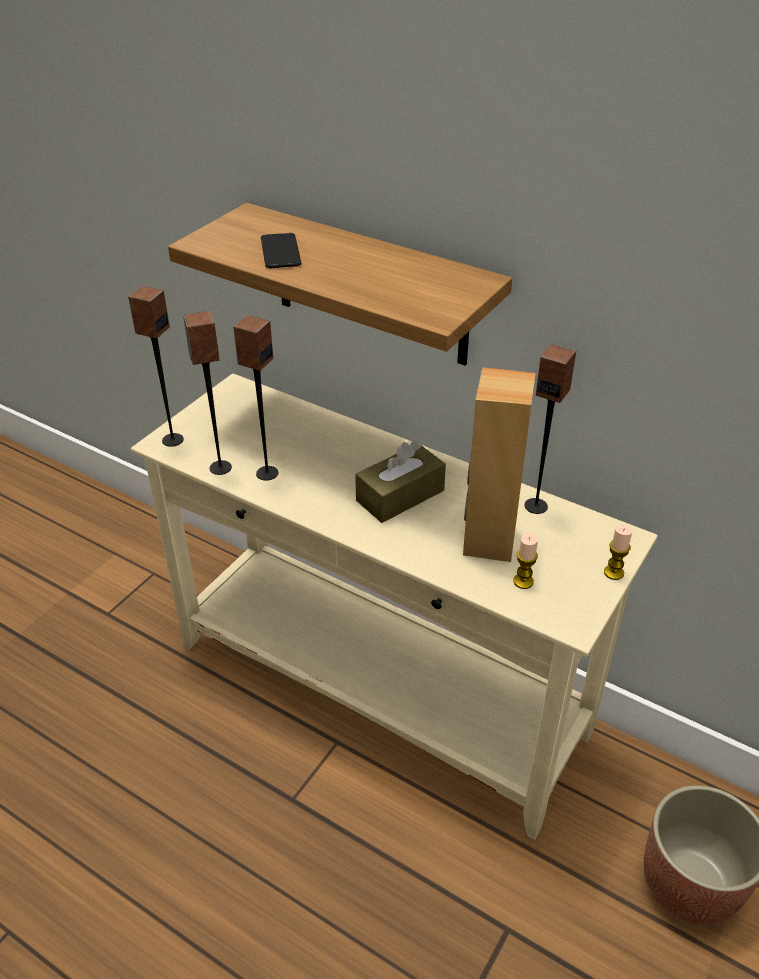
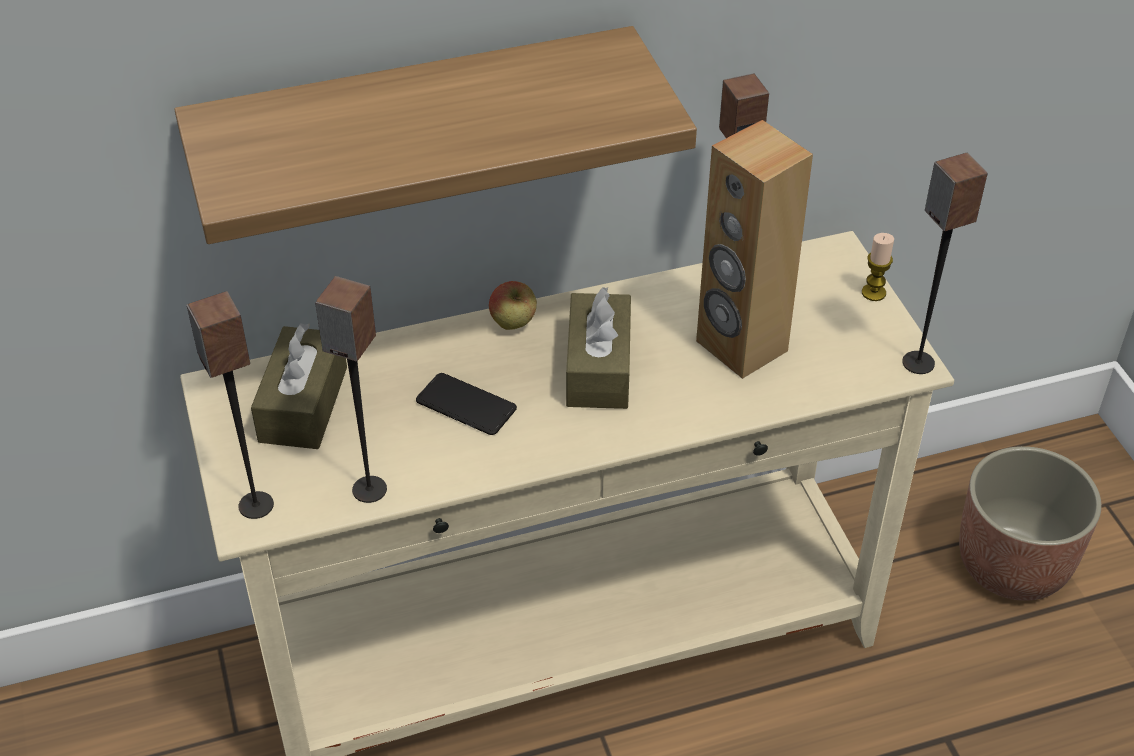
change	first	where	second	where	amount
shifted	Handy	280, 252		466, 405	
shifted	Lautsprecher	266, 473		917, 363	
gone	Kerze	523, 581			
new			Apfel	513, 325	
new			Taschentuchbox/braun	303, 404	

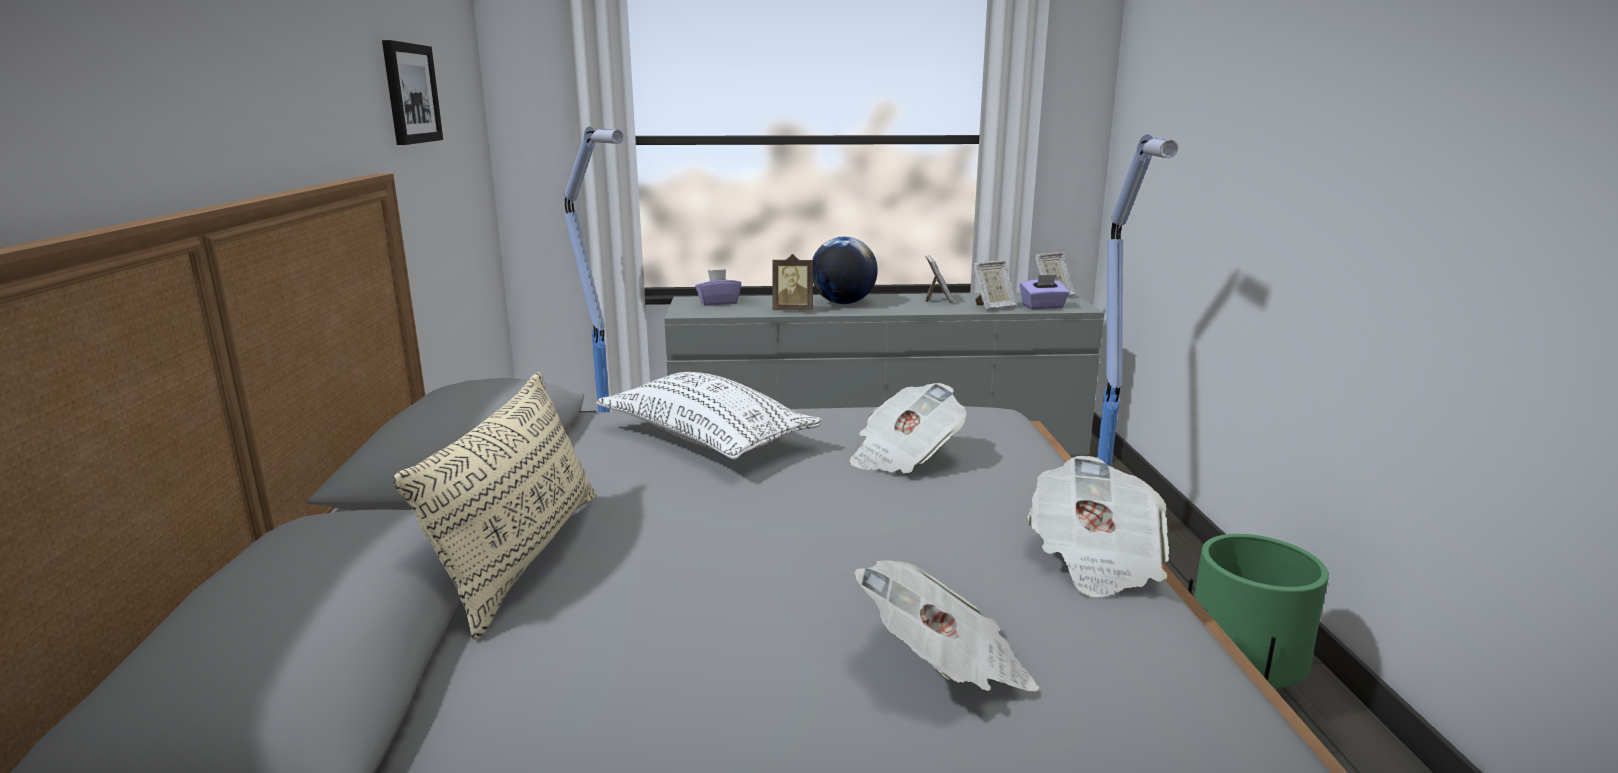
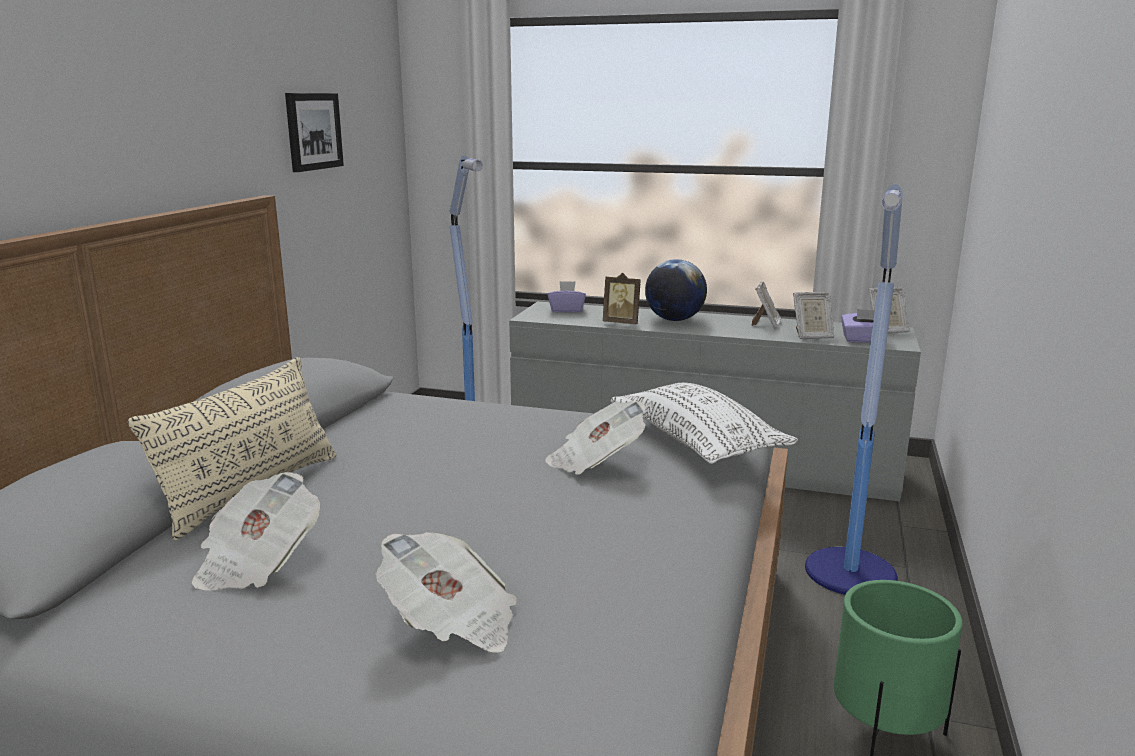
change	first	where	second	where	amount
shifted	Kissen/weiß	707, 438		697, 442	
shifted	Zeitung	1095, 560		257, 562	

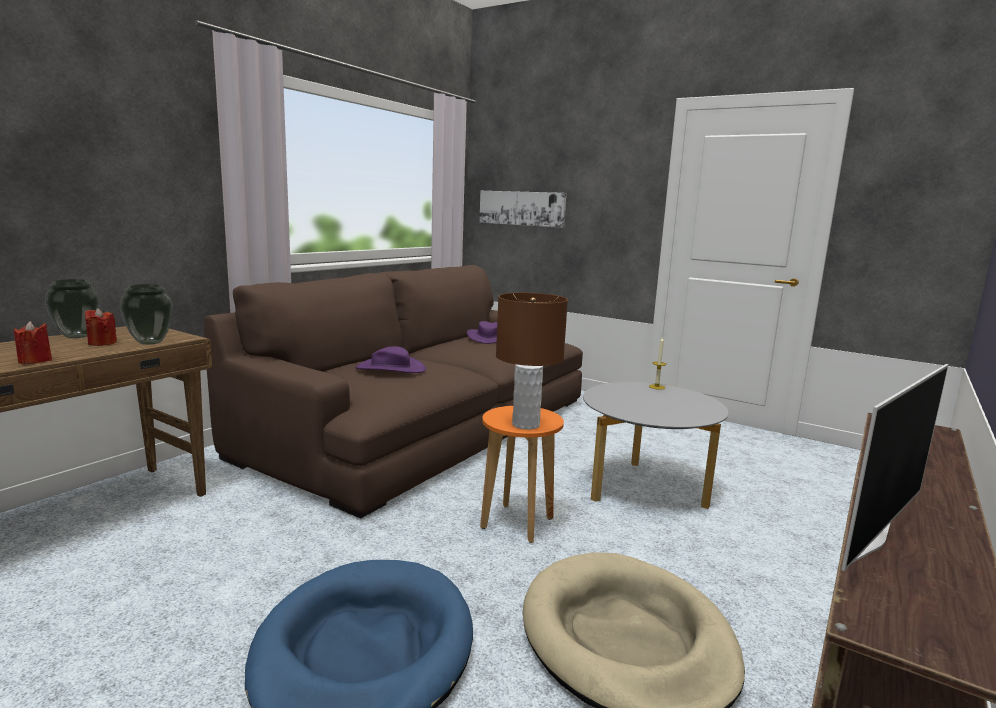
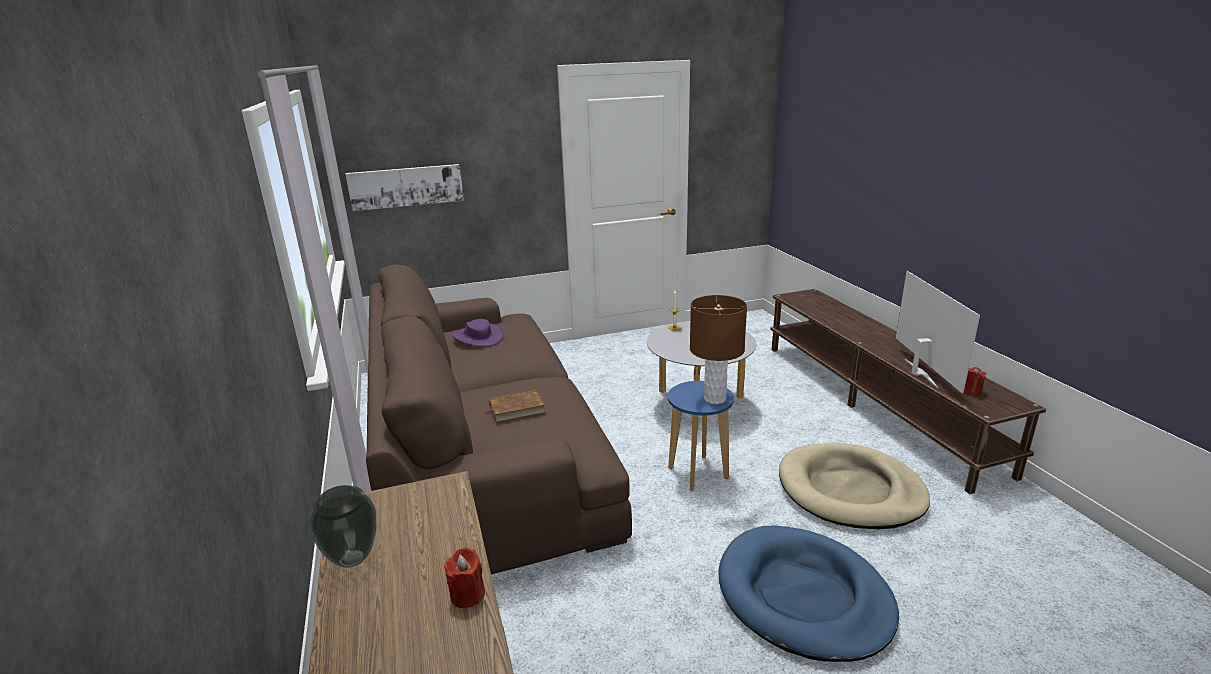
change	first	where	second	where	amount
gone	Vase	150, 342			
shifted	Kerze/rot	102, 343		971, 391	
swapped	Hut/lila	390, 368	Buch/braun	516, 409	
repainted	Hocker/orange	517, 523	Hocker/blau	698, 473	

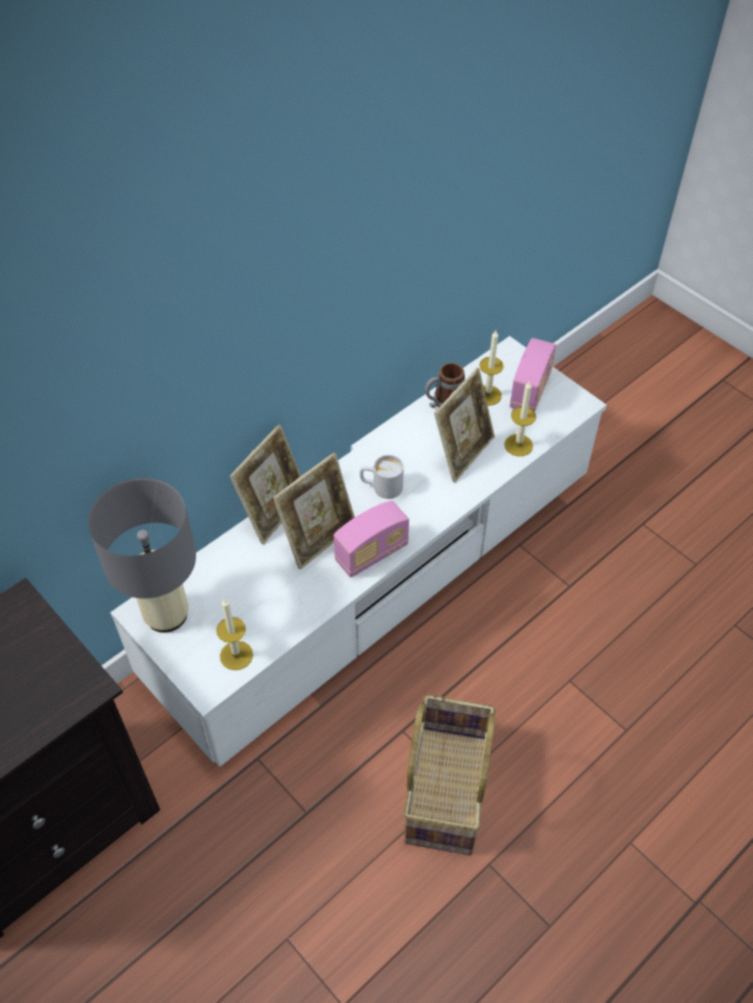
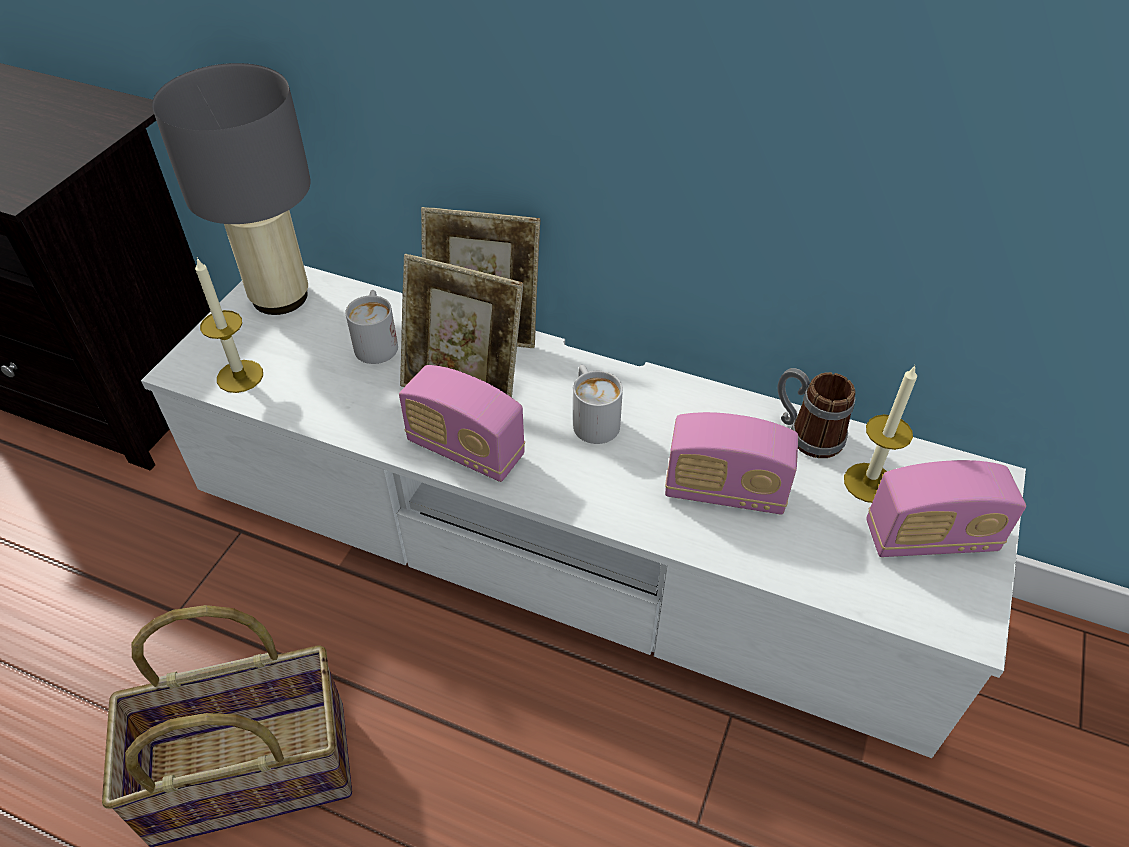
change	first	where	second	where	amount
swapped	Bilderrahmen	463, 452	Radio	724, 491	
gone	Kerze	518, 445			
new			Henkelbecher/weiß	377, 342	

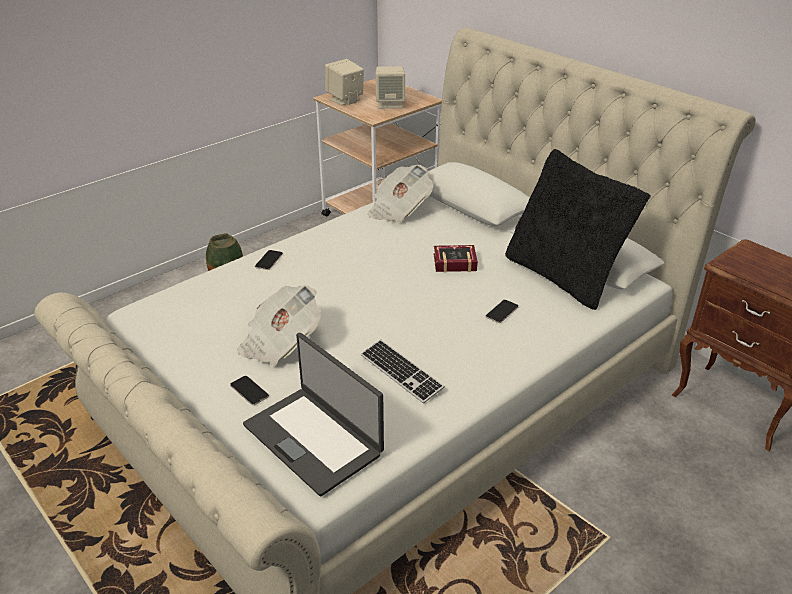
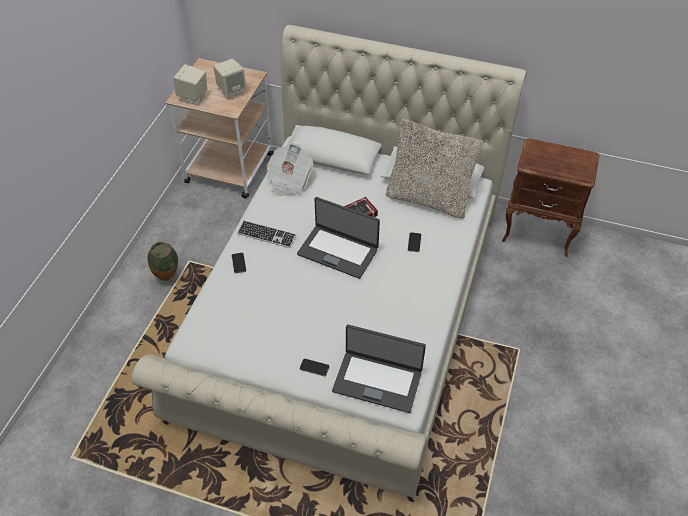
change	first	where	second	where	amount
repainted	Kissen/schwarz	564, 274	Kissen/beige	429, 196	
gone	Zeitung	280, 343			
shifted	Tastatur	401, 372		266, 235	
new			Laptop	338, 251	

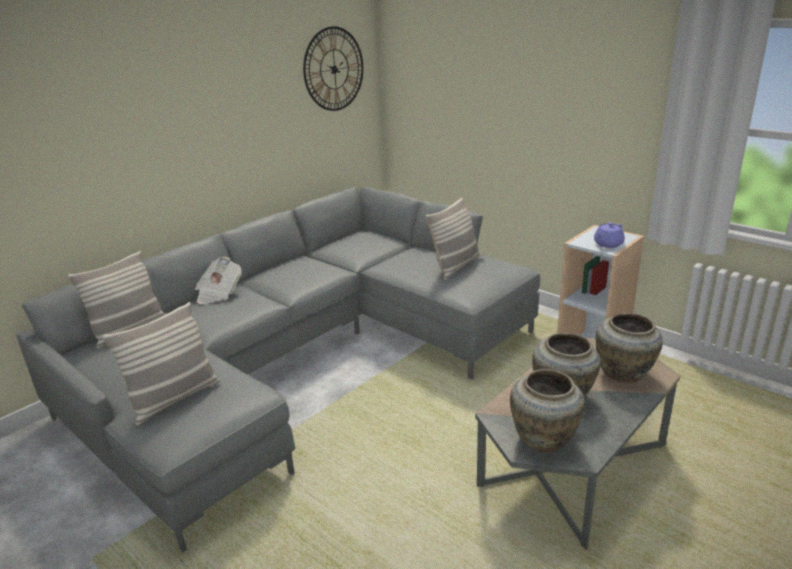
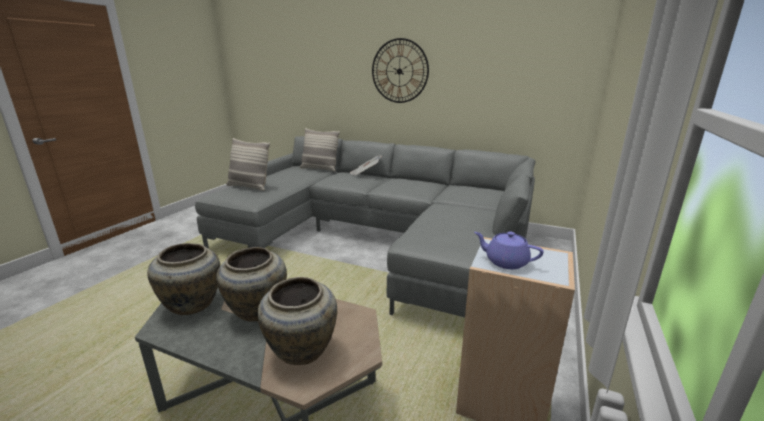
change	first	where	second	where	amount
shifted	Wanduhr	334, 69		399, 71	
gone	Kissen	455, 266			

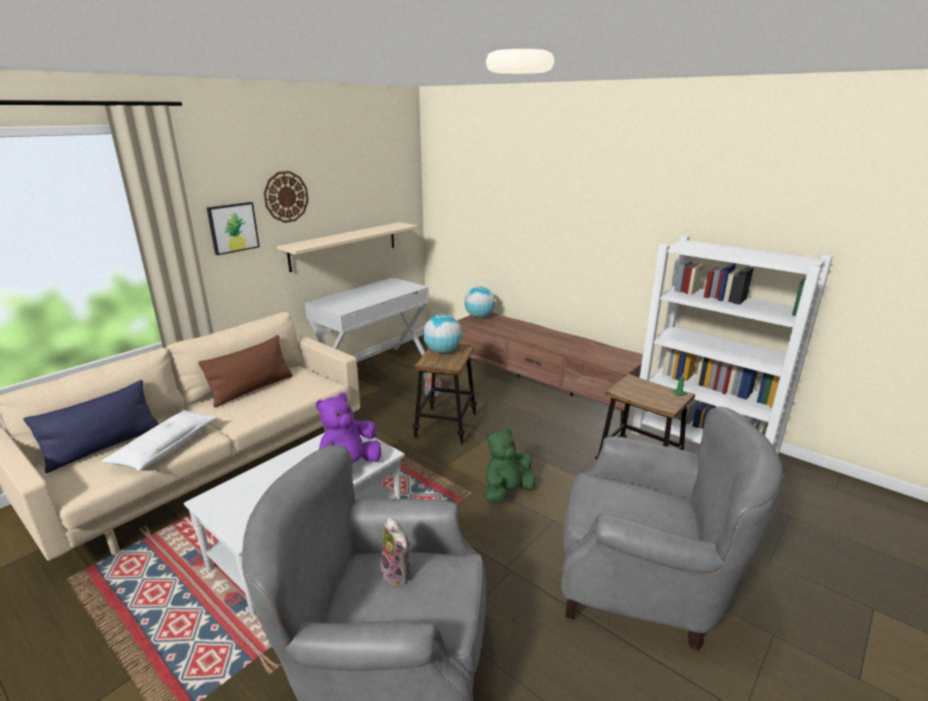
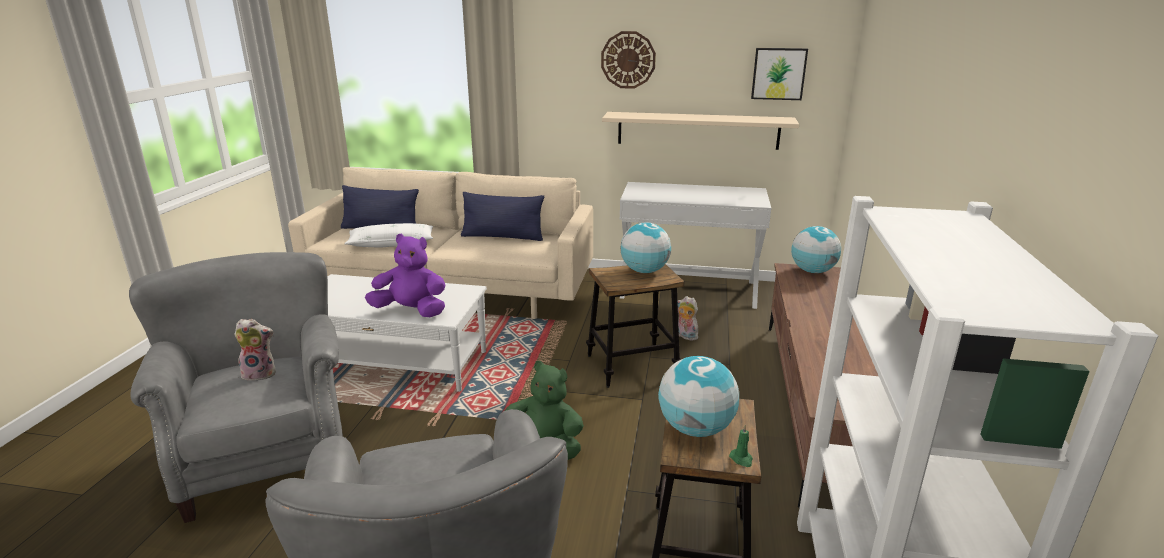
change	first	where	second	where	amount
shifted	Bild	233, 227		778, 73	
repainted	Kissen/braun	252, 389	Kissen/blau	503, 237	
rotated	Plüschtier	398, 575		261, 374	120 degrees counterclockwise
new			Globus	695, 428	

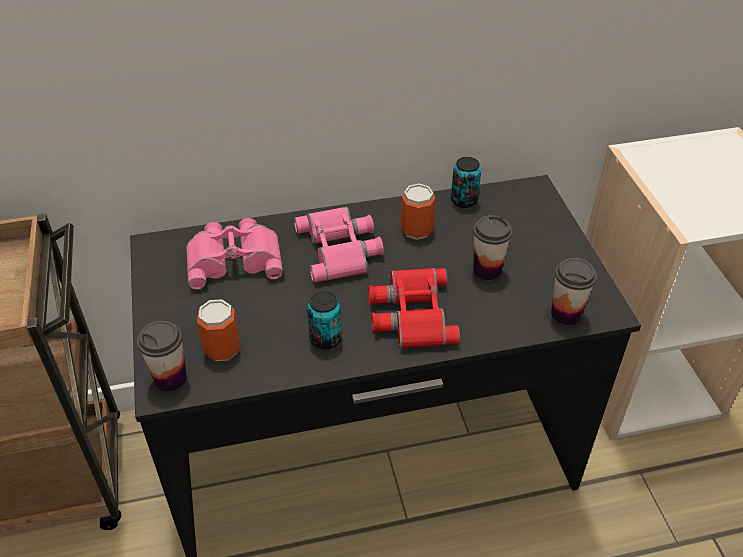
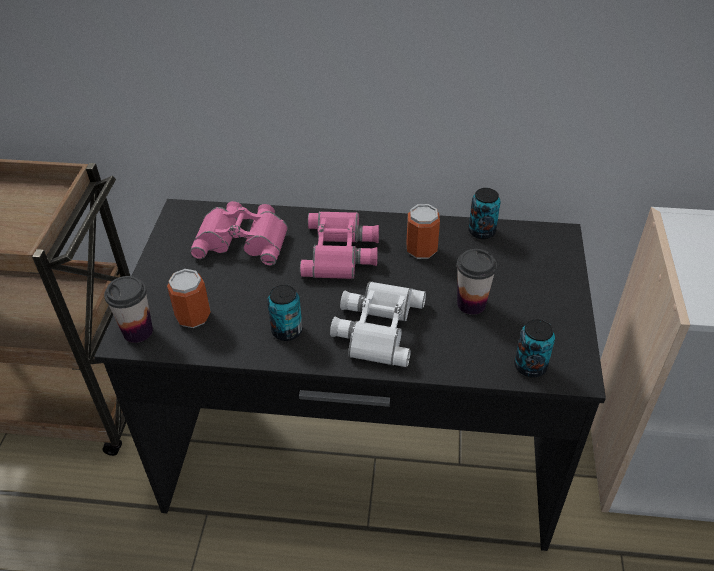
change	first	where	second	where	amount
swapped	Tasse	565, 314	Dose	530, 366	
repainted	Fernglas/rot	410, 313	Fernglas/weiß	376, 327	

